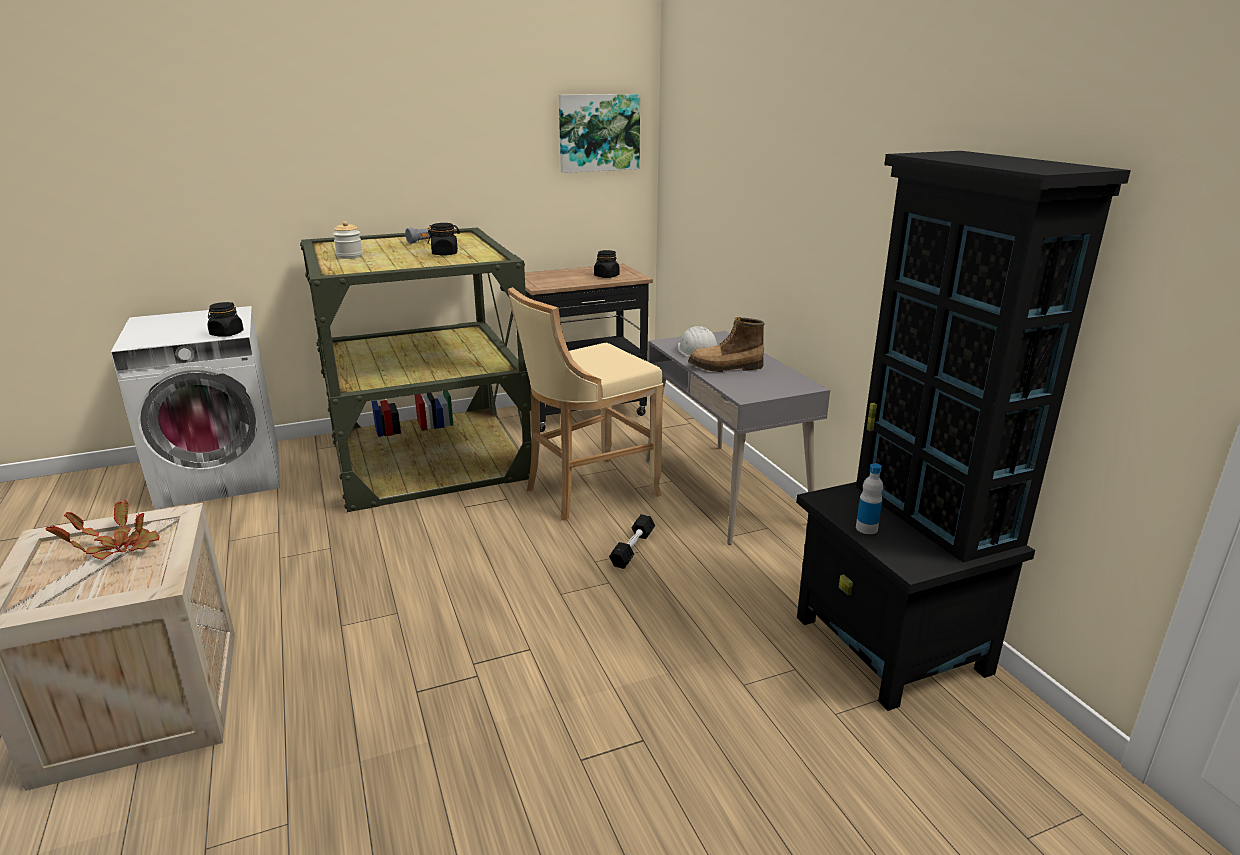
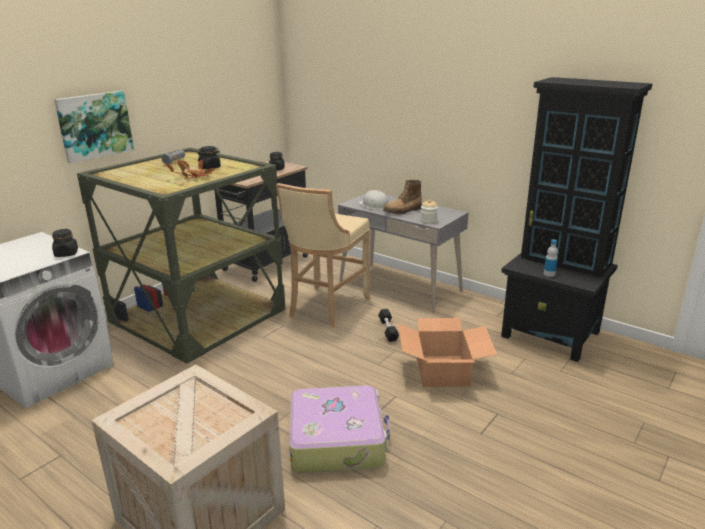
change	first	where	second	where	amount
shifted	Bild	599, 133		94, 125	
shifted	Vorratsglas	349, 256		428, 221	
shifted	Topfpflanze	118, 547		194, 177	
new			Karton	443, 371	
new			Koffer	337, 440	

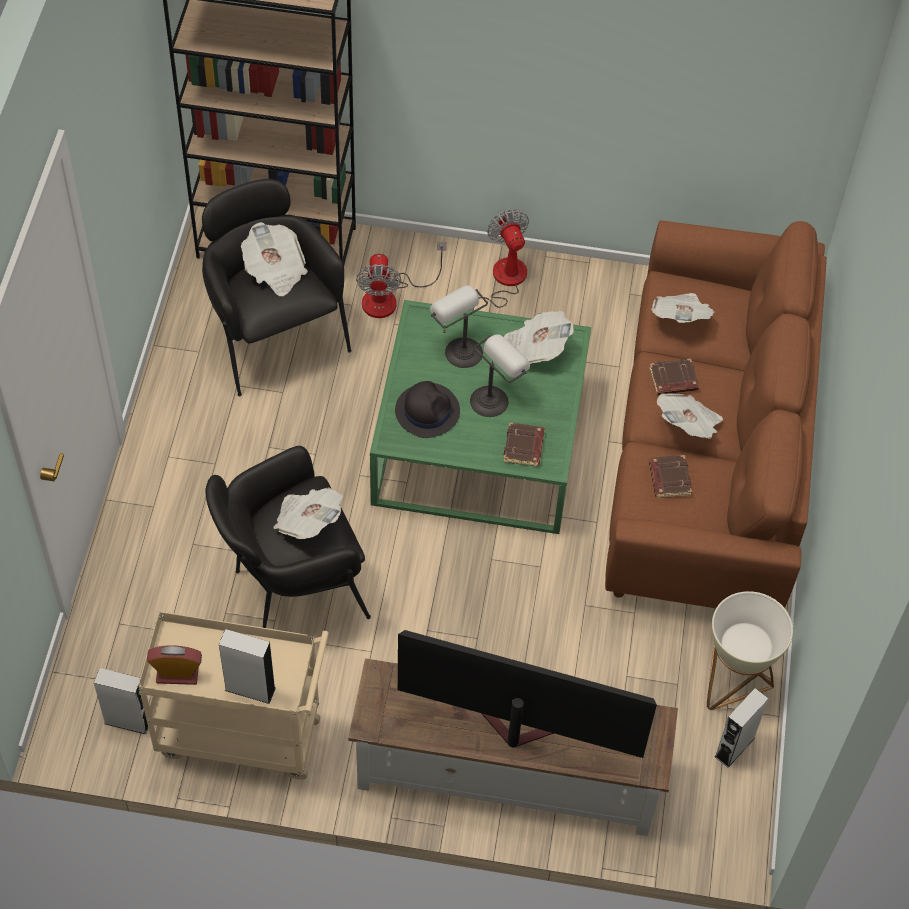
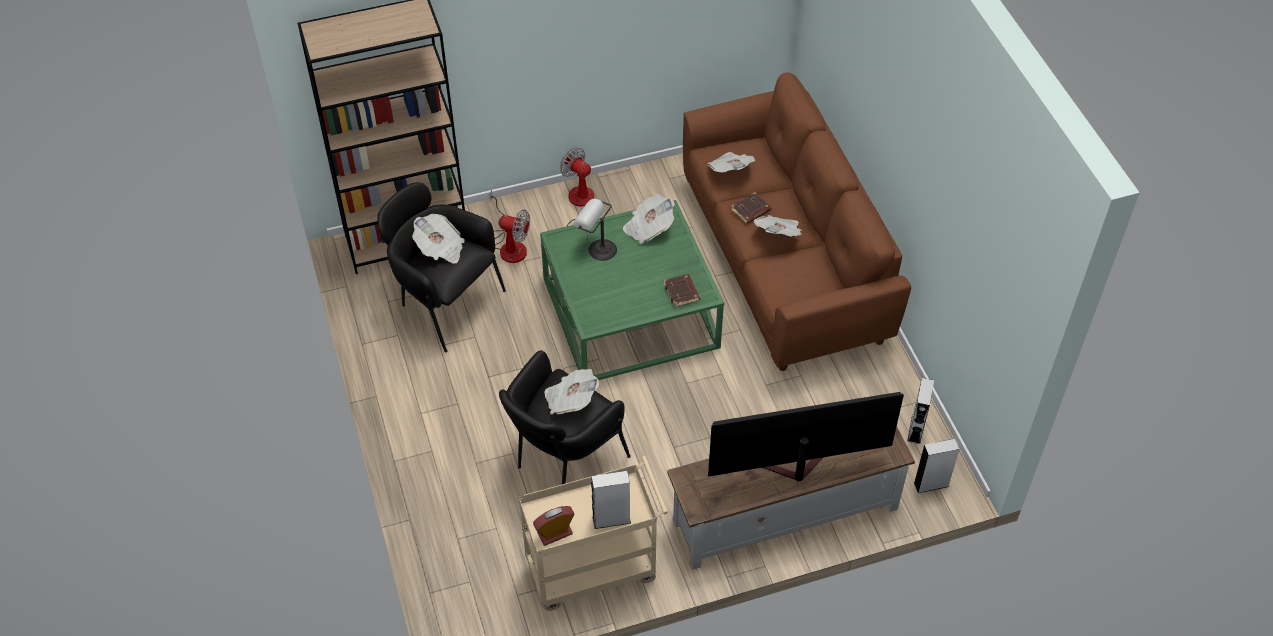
change	first	where	second	where	amount
rotated	Ventilator	390, 297		510, 245	45 degrees counterclockwise
gone	Tischlampe	495, 396			
gone	Hut/schwarz	427, 410			
gone	Buch/braun	668, 478			
gone	Pflanzkübel	734, 680			
shifted	Lautsprecher/grau	128, 721		931, 484	

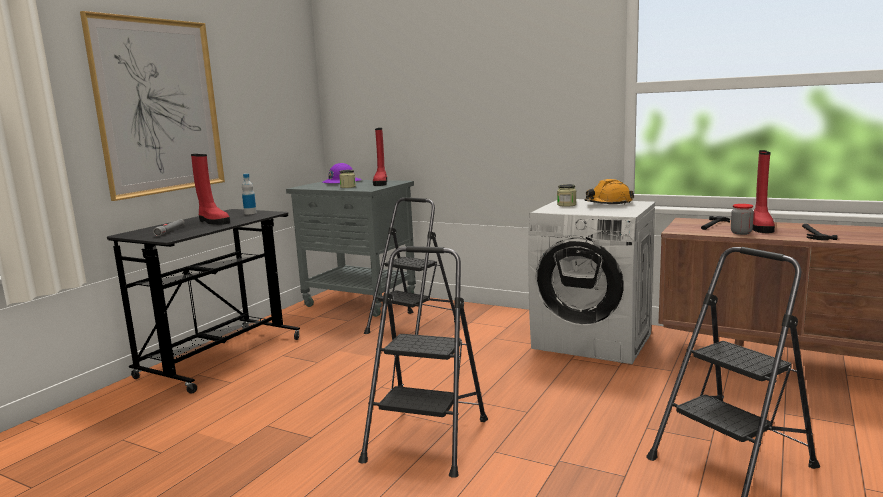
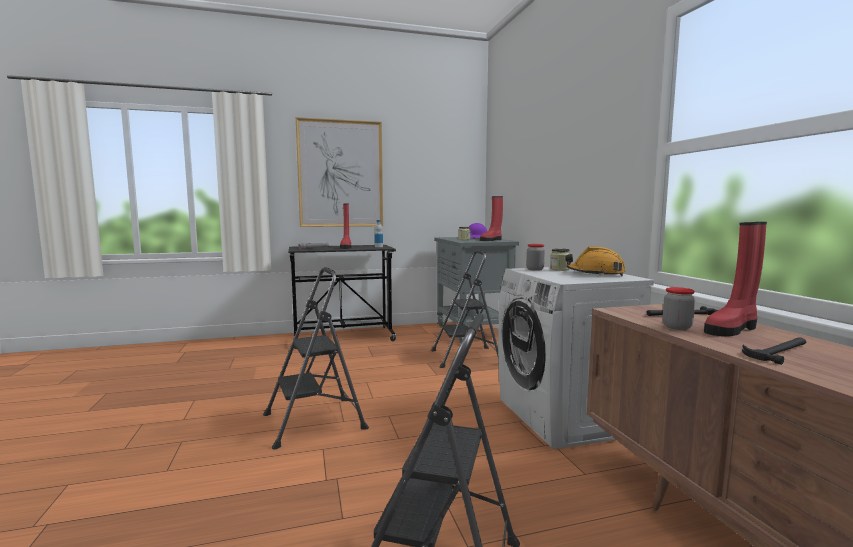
change	first	where	second	where	amount
new			Vorratsglas	535, 269	

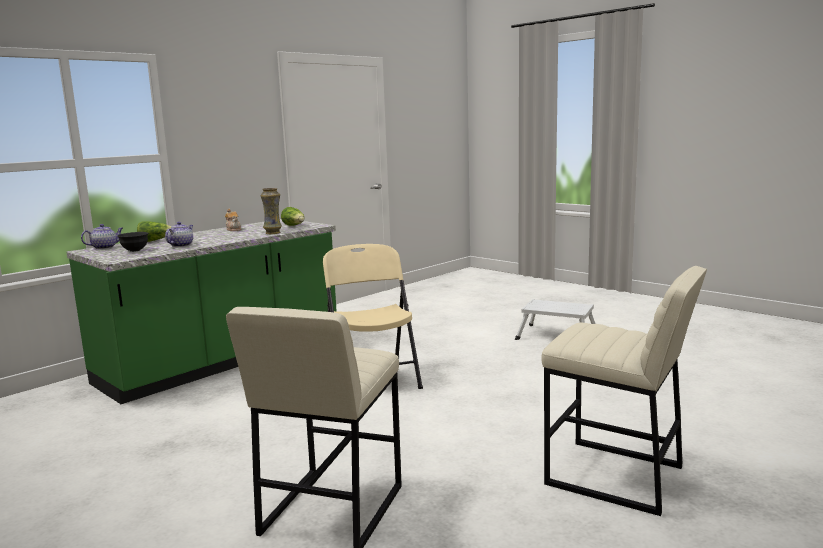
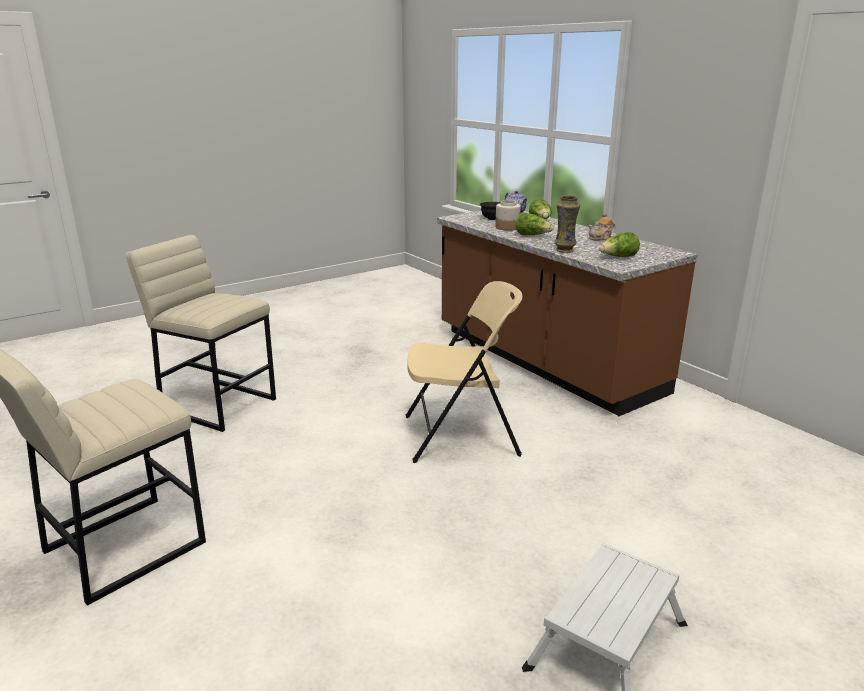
change	first	where	second	where	amount
repainted	Küchenzeile/grün	224, 360	Küchenzeile/braun	544, 361	
swapped	Teekanne	181, 245	Vorratsglas	507, 227	
new			Salatkopf	532, 235	

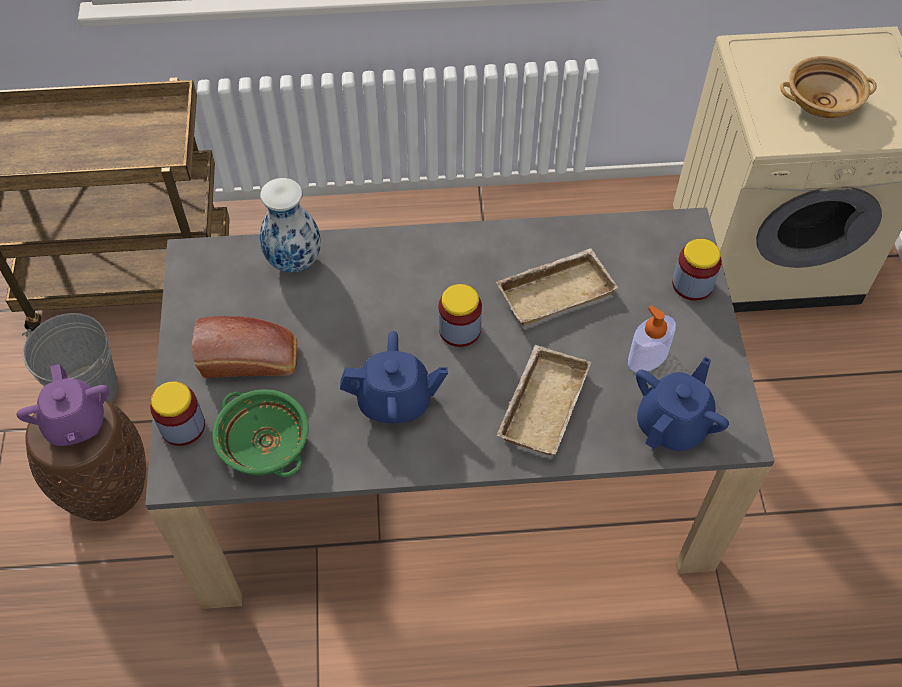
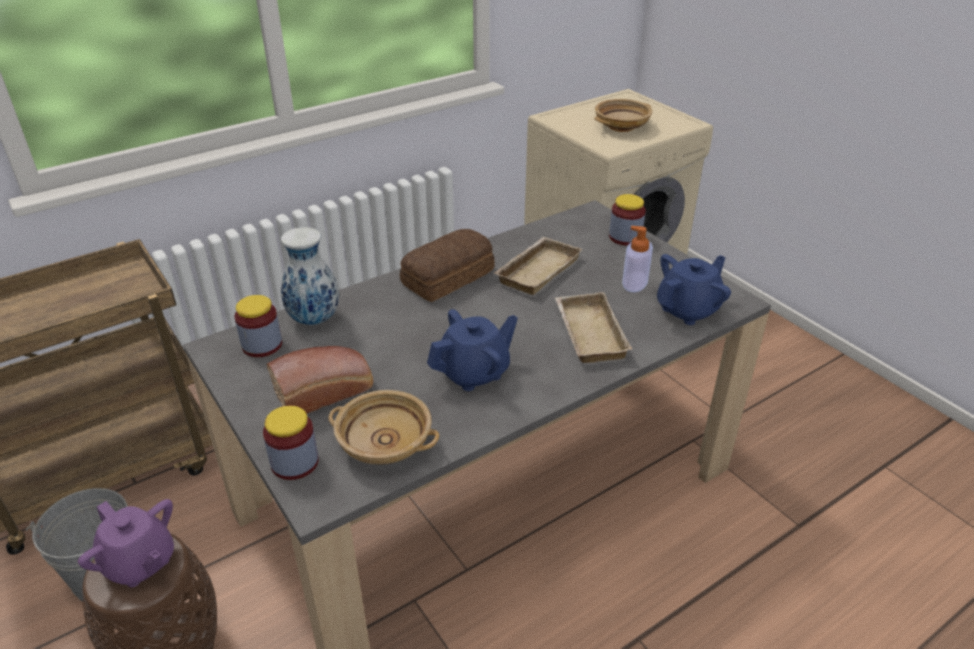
change	first	where	second	where	amount
shifted	Vorratsglas	459, 329		262, 345	
rotated	Teekanne/blau	673, 424		688, 310	45 degrees clockwise
repainted	Schüssel/grün	264, 444	Schüssel/beige	384, 444	
new			Brot	450, 277	

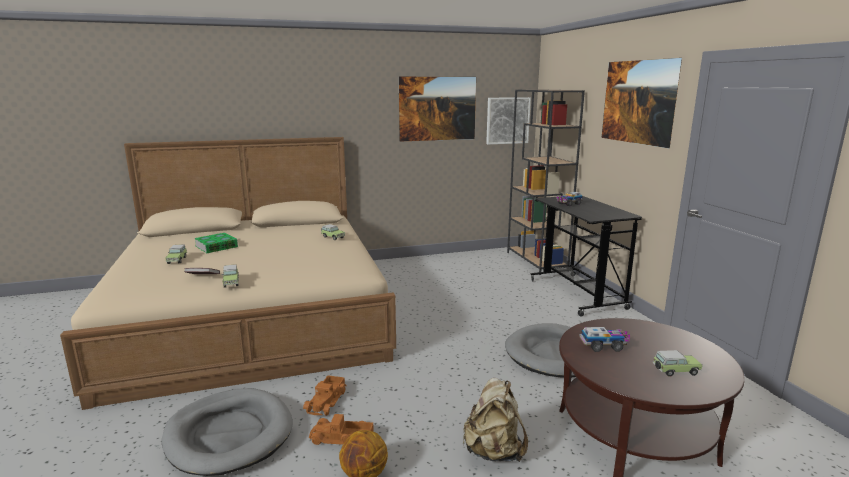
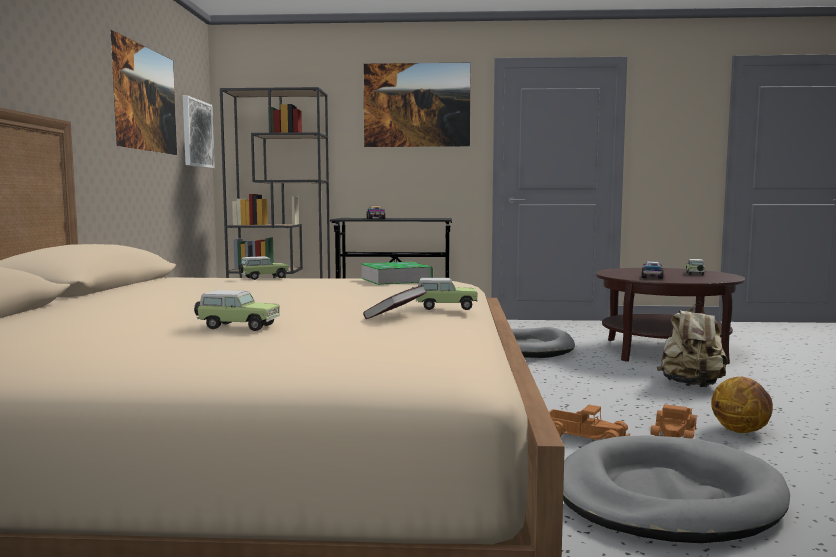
change	first	where	second	where	amount
shifted	Buch	216, 246		396, 280	

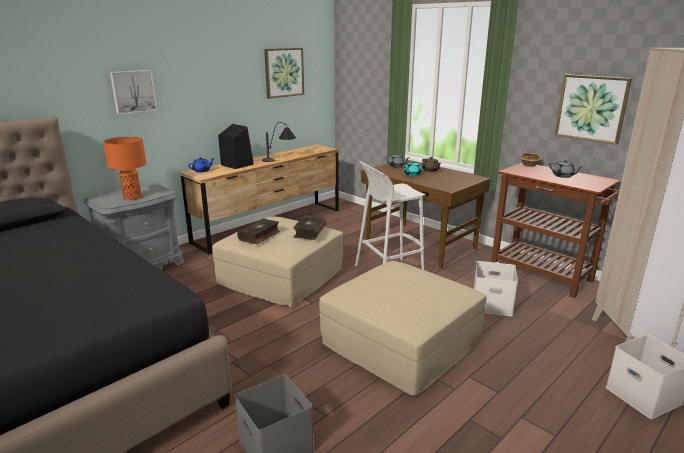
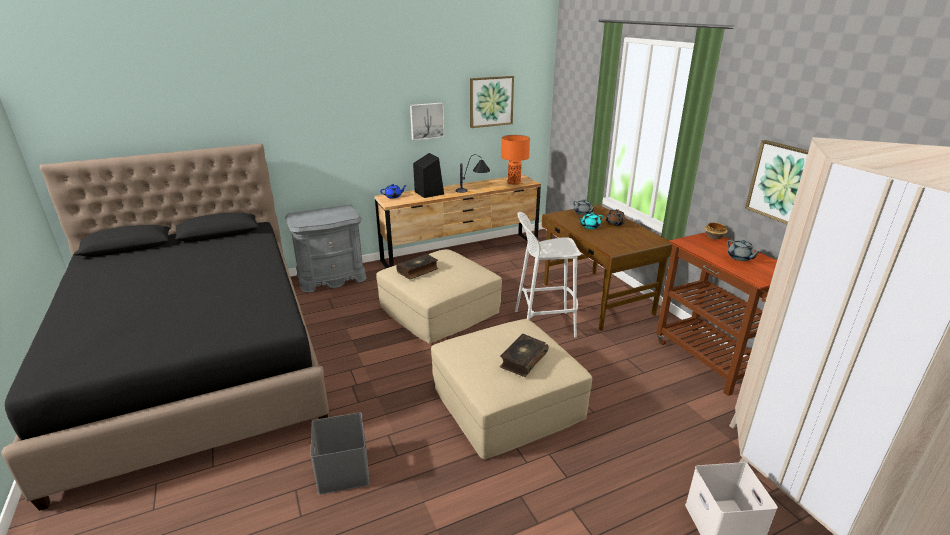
change	first	where	second	where	amount
shifted	Bild	133, 91		426, 121	
shifted	Tischlampe/orange	132, 197		513, 182	
shifted	Buch	309, 232		523, 360	
gone	Aufbewahrungsbox/weiß	492, 304			

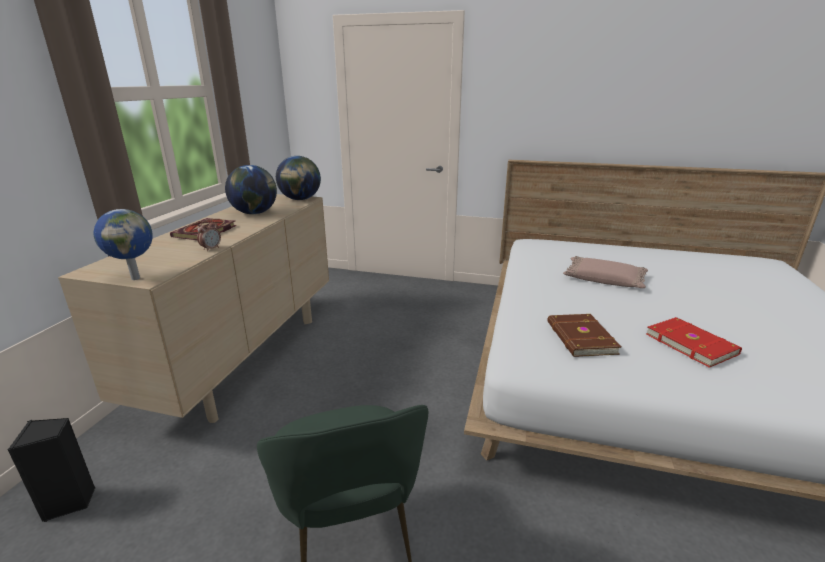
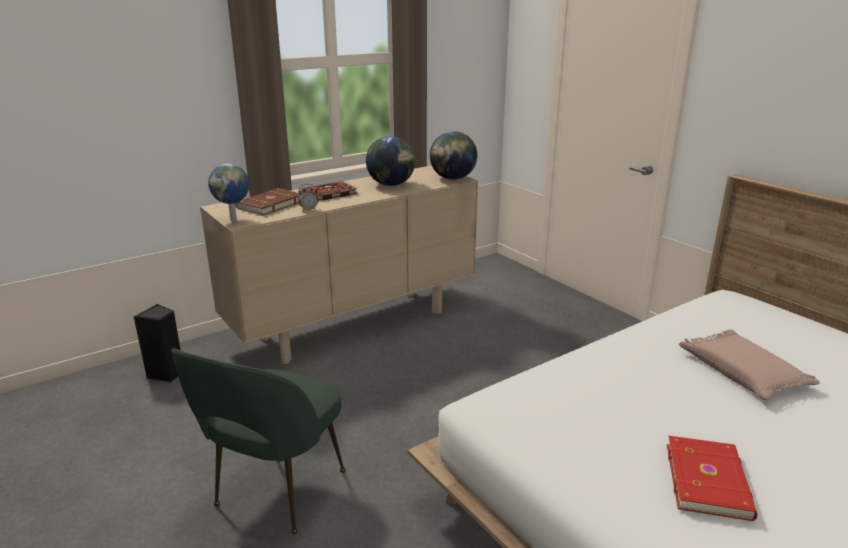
change	first	where	second	where	amount
shifted	Buch/braun	580, 338		270, 204	

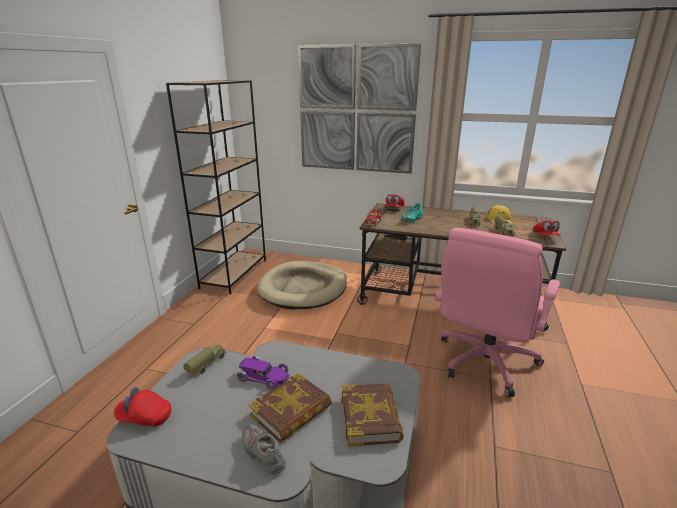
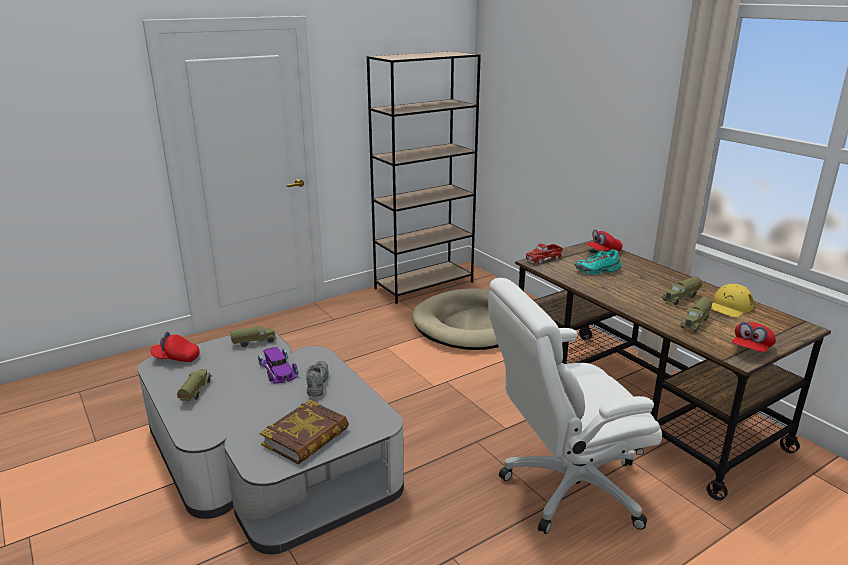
change	first	where	second	where	amount
gone	Bild	356, 110			
repainted	Bürostuhl/rosa	482, 364	Bürostuhl/weiß	563, 488	
gone	Buch	291, 411			
rotated	Kappe/rot	145, 417		176, 358	45 degrees counterclockwise
shifted	Schuh/grau	263, 454		317, 384	
new			Spielzeuglaster	195, 392	

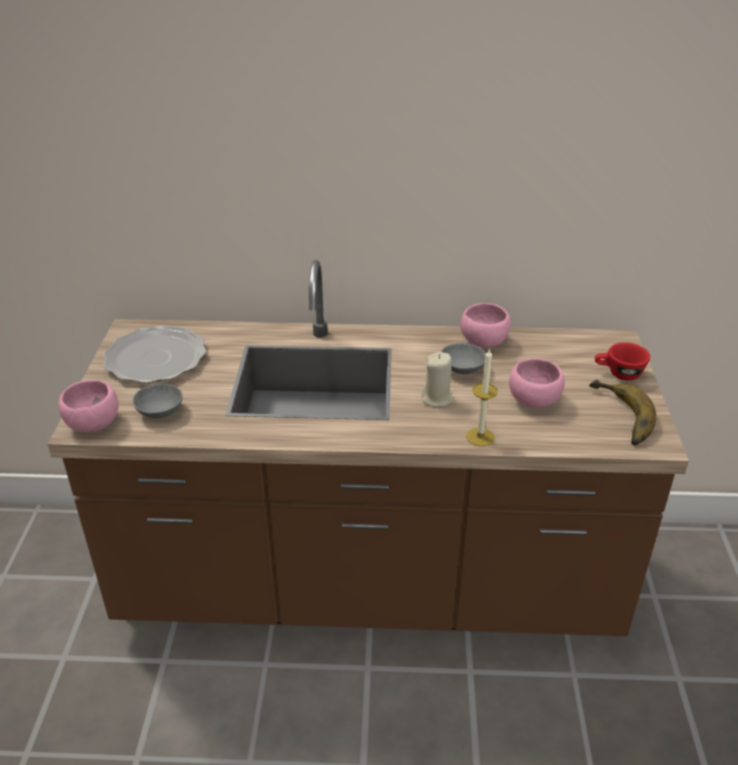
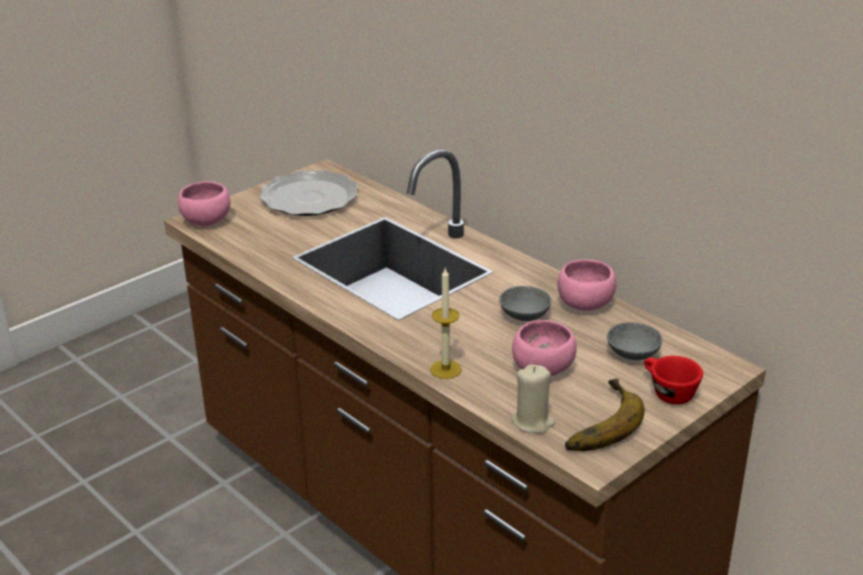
change	first	where	second	where	amount
shifted	Kerze/beige	437, 398		532, 422	
shifted	Schüssel/grau	160, 411		633, 353	

